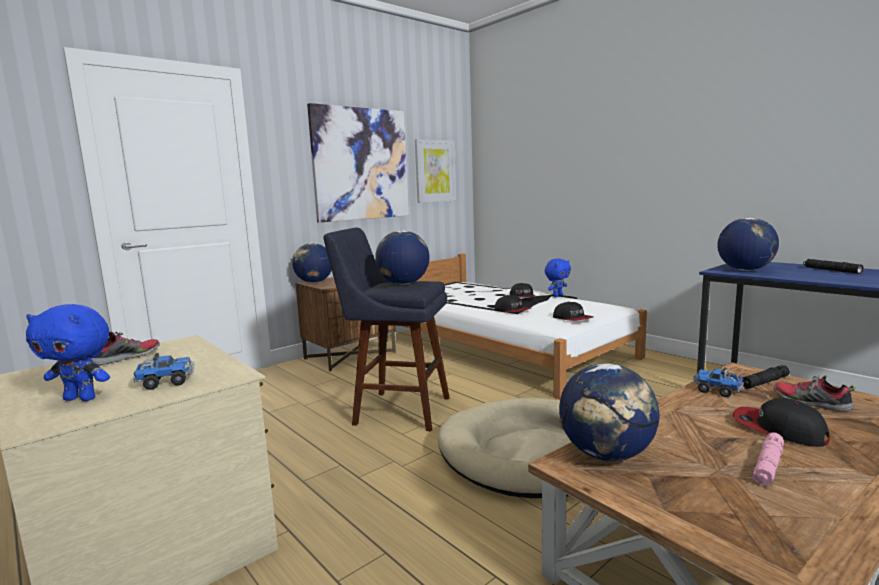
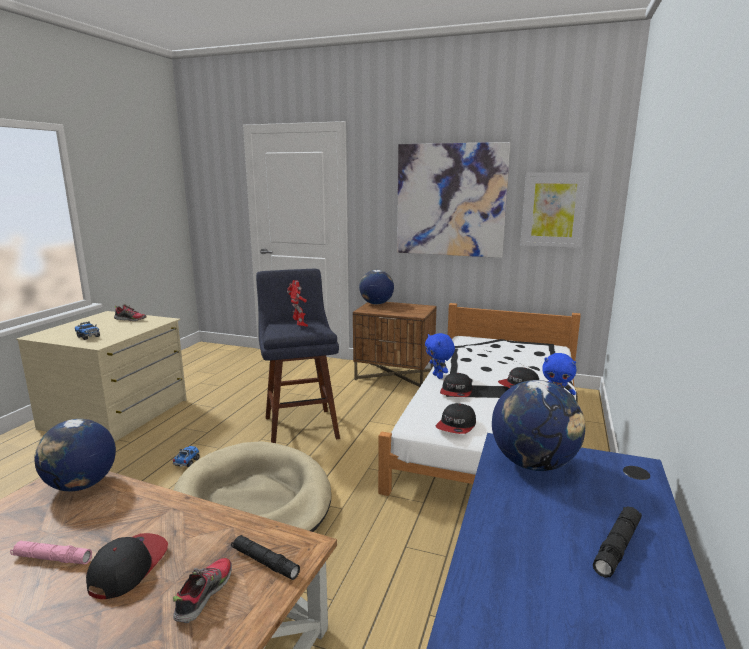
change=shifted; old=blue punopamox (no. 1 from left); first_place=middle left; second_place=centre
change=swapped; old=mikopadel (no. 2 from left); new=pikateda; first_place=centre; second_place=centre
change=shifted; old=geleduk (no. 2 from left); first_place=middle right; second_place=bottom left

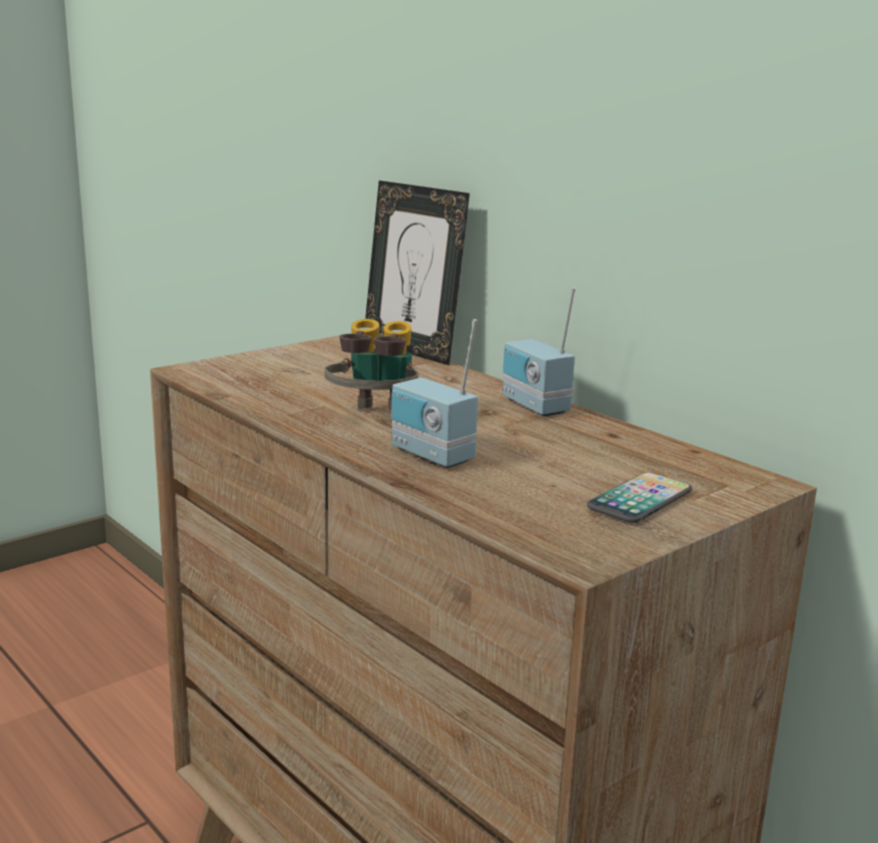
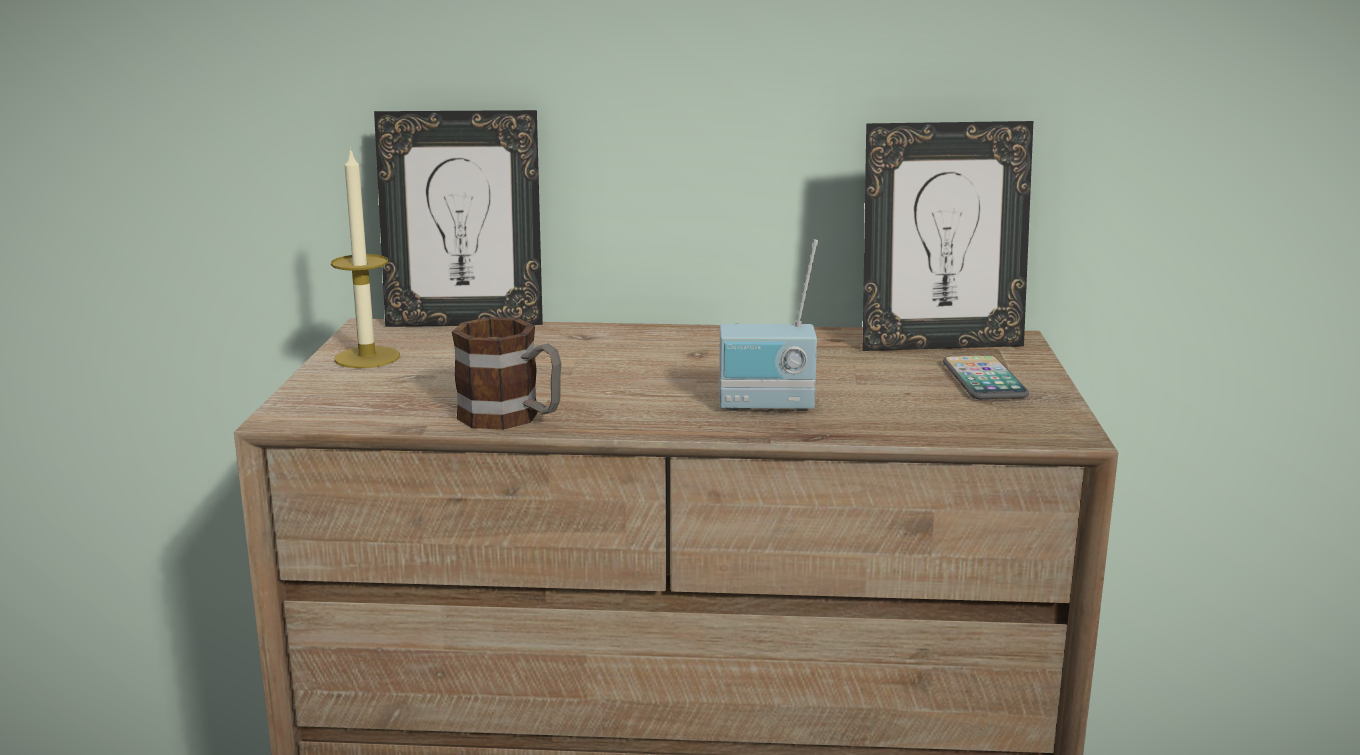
change=gone; old=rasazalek; first_place=centre
change=gone; old=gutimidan (no. 2 from left); first_place=centre
change=new; new=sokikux; second_place=middle left
change=new; new=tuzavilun; second_place=centre
change=new; new=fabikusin (no. 2 from left); second_place=top right

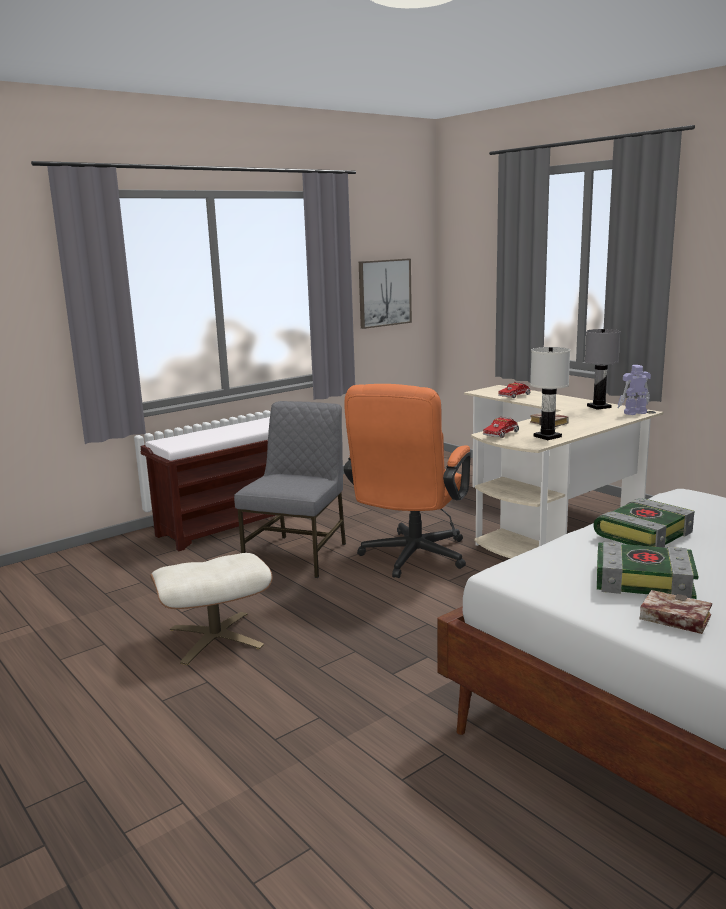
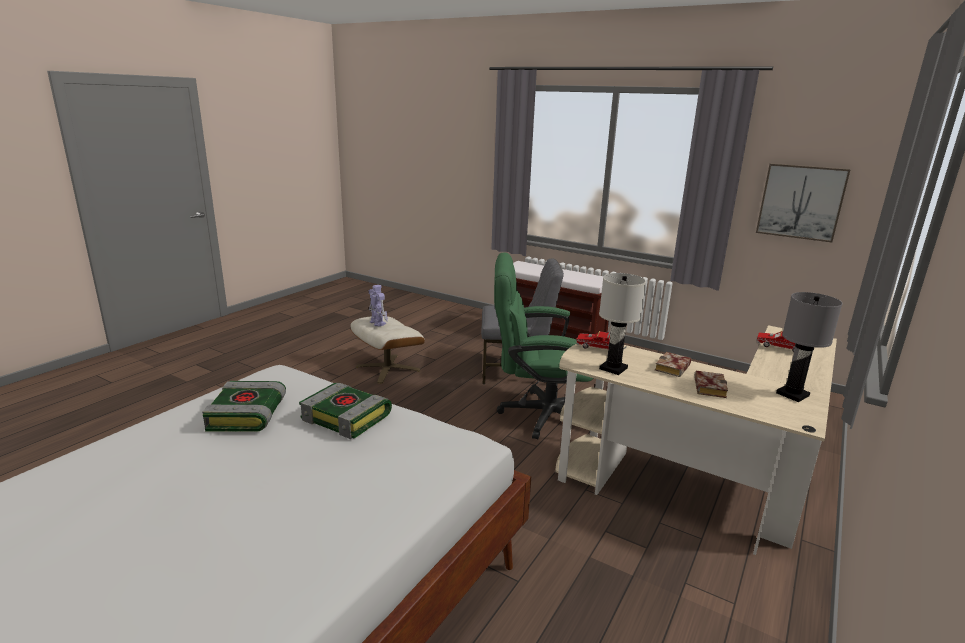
change=repainted; old=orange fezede; new=green fezede; first_place=centre; second_place=centre
change=shifted; old=pikateda; first_place=middle right; second_place=centre
change=shifted; old=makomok (no. 4 from left); first_place=bottom right; second_place=middle right

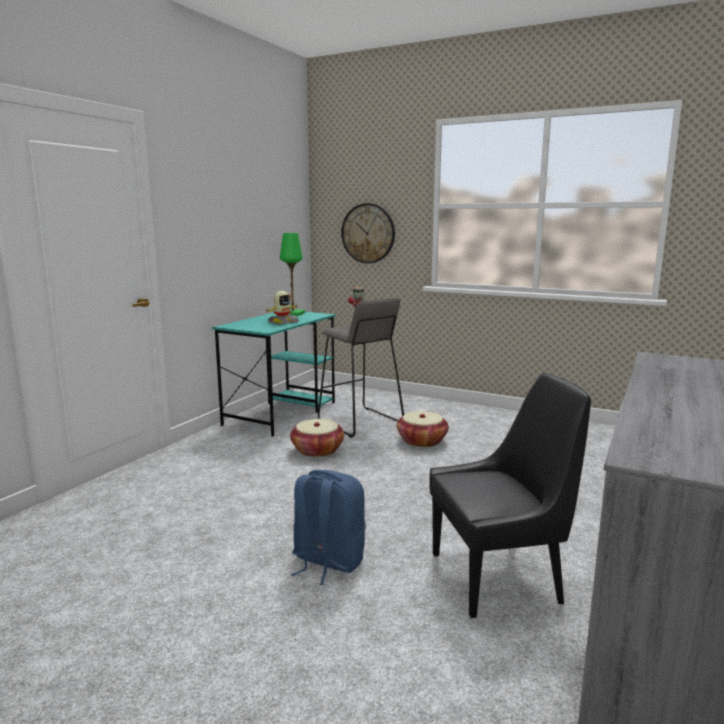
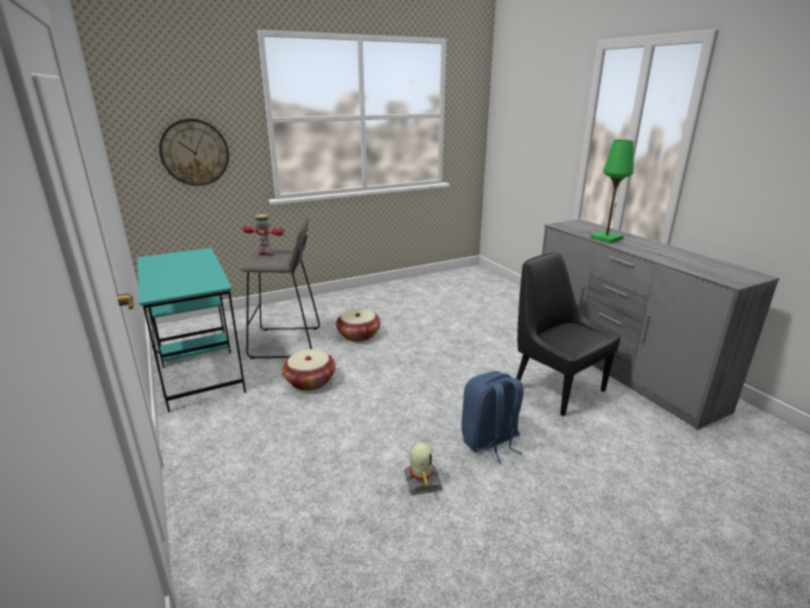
change=shifted; old=pikateda (no. 1 from left in the first image); new=pikateda (no. 2 from left); first_place=centre; second_place=bottom centre
change=shifted; old=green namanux; first_place=centre; second_place=top right
change=rotated; old=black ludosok; first_place=bottom right; second_place=middle right; degrees=-60

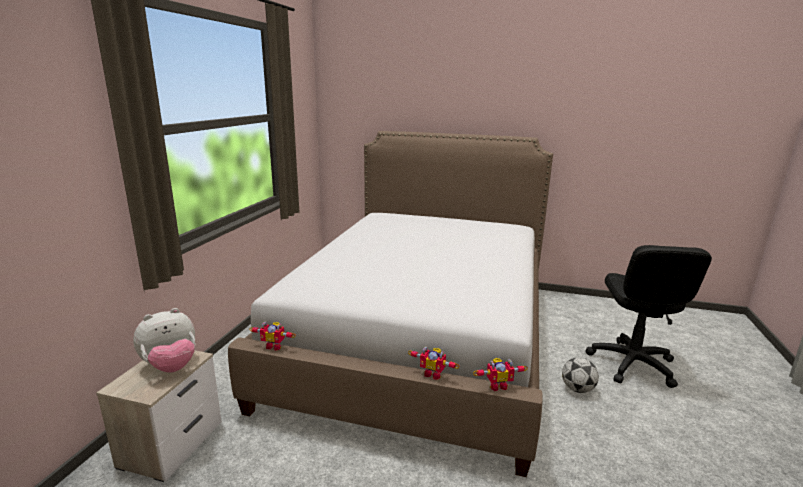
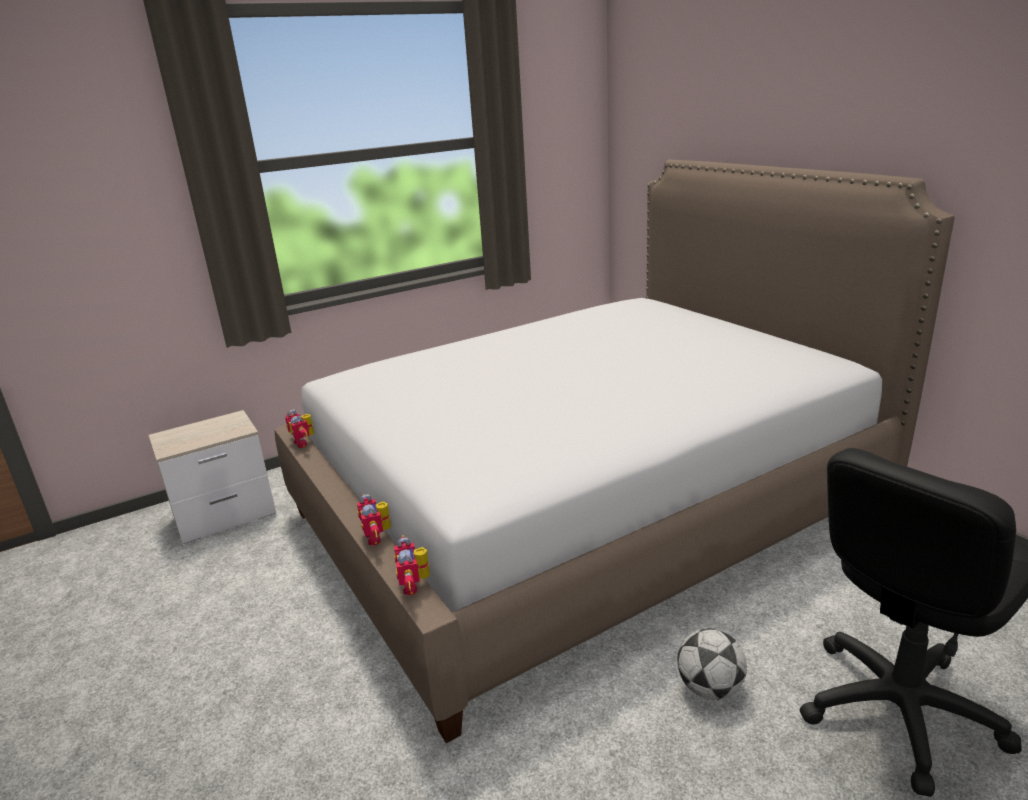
change=gone; old=punopamox; first_place=bottom left
change=rotated; old=pikateda (no. 3 from left); first_place=bottom centre; second_place=bottom centre; degrees=45

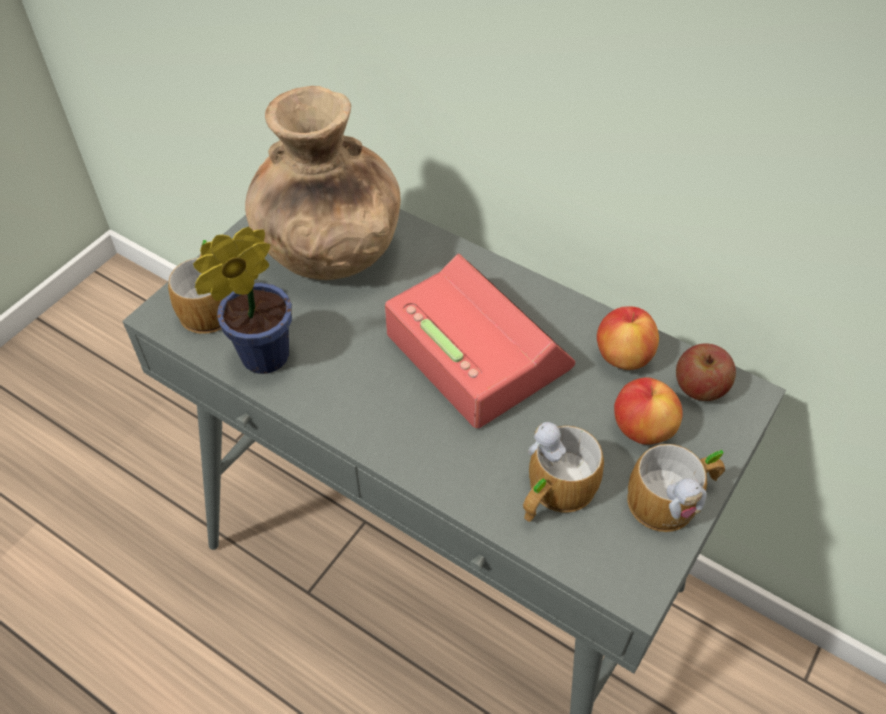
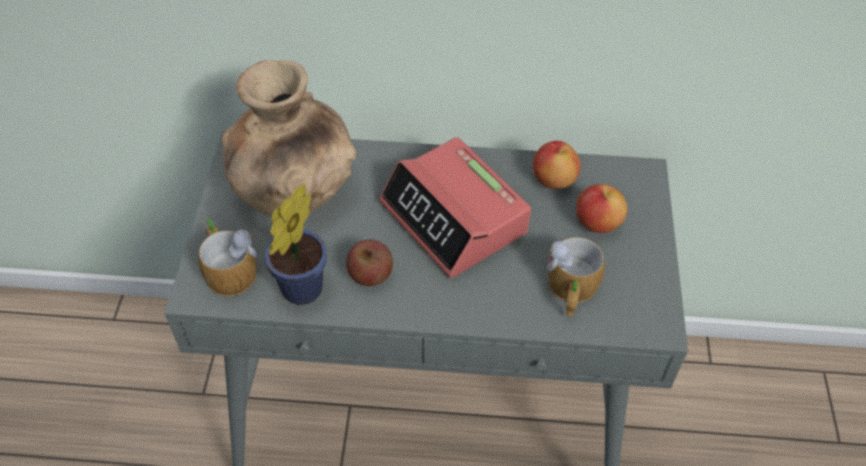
change=rotated; old=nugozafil; first_place=centre; second_place=centre; degrees=-150
change=gone; old=tuzavilun (no. 3 from left); first_place=bottom right
change=shifted; old=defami (no. 3 from left in the first image); new=defami (no. 1 from left); first_place=middle right; second_place=centre

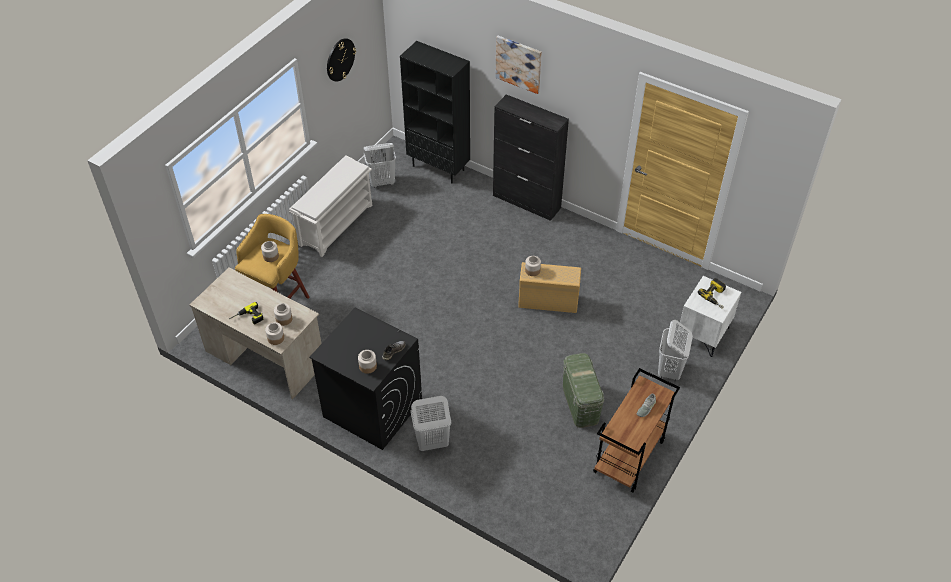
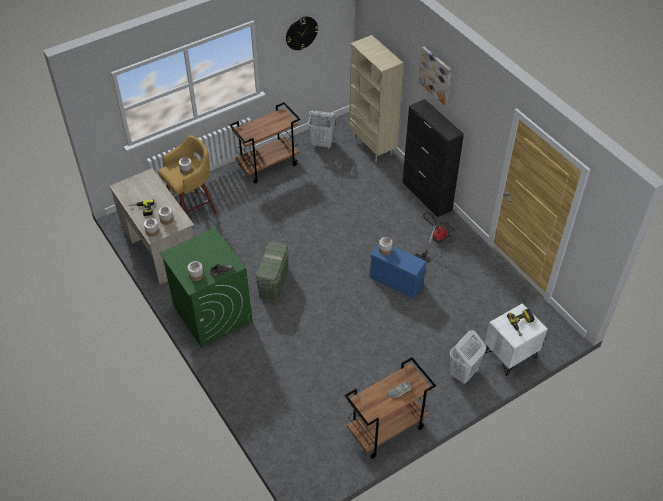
change=swapped; old=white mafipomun; new=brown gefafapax (no. 1 from left); first_place=centre; second_place=top centre
change=repainted; old=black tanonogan; new=green tanonogan; first_place=centre; second_place=middle left
change=repainted; old=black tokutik; new=beige tokutik; first_place=top centre; second_place=top centre
change=gone; old=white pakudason (no. 2 from left); first_place=bottom centre
change=repainted; old=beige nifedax; new=blue nifedax; first_place=centre; second_place=centre
change=shifted; old=green nifedax; first_place=bottom centre; second_place=centre
change=new; new=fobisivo; second_place=centre

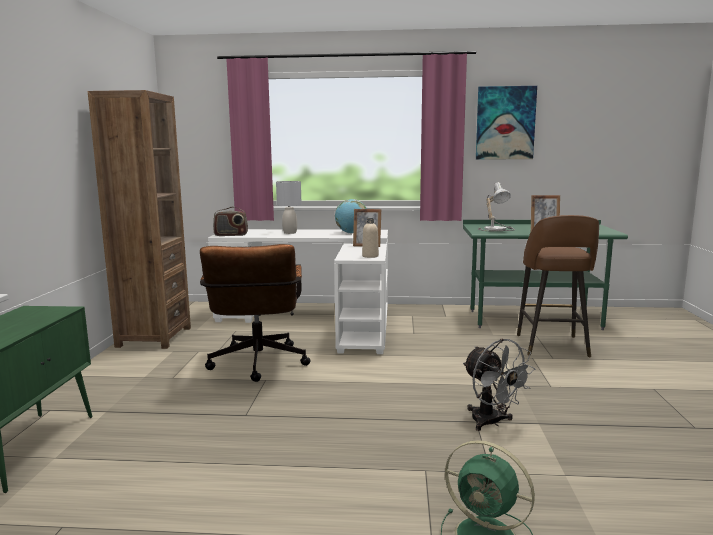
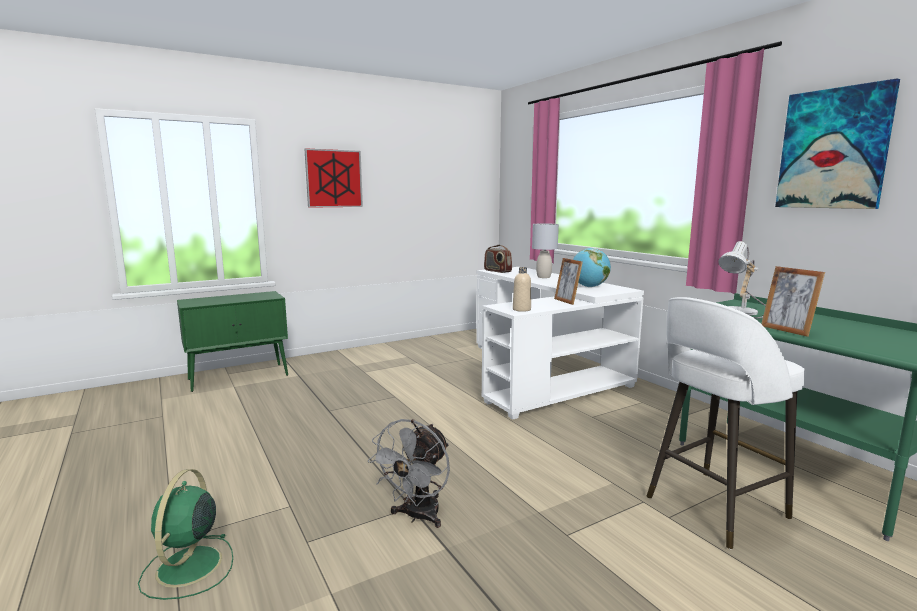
change=gone; old=brown tokutik; first_place=middle left
change=gone; old=brown fezede; first_place=centre
change=repainted; old=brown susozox; new=white susozox; first_place=middle right; second_place=bottom right
change=new; new=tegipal (no. 1 from left); second_place=top centre

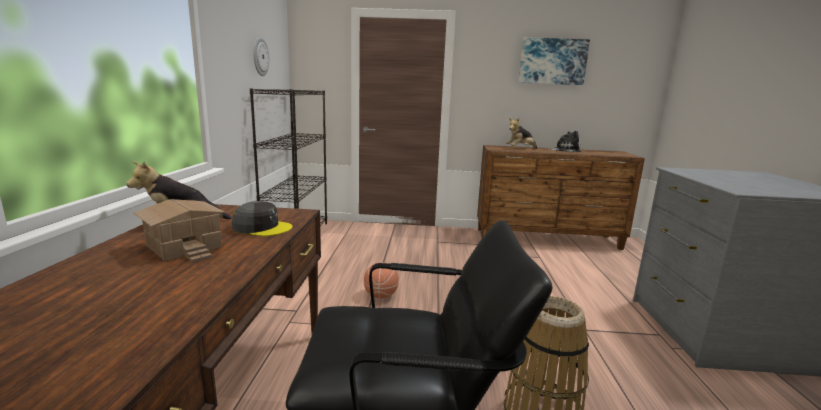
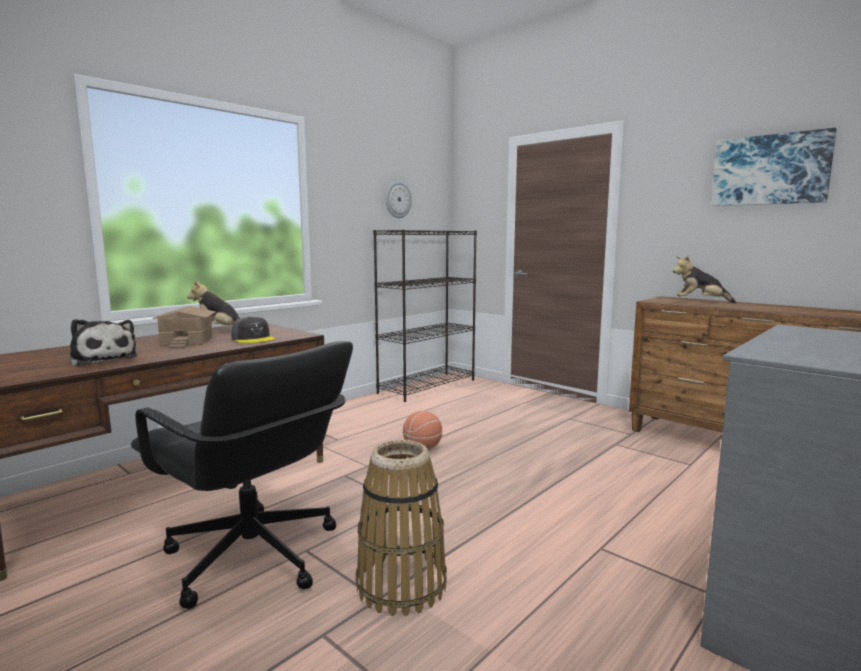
change=shifted; old=punopamox (no. 3 from left in the first image); new=punopamox (no. 1 from left); first_place=middle right; second_place=middle left

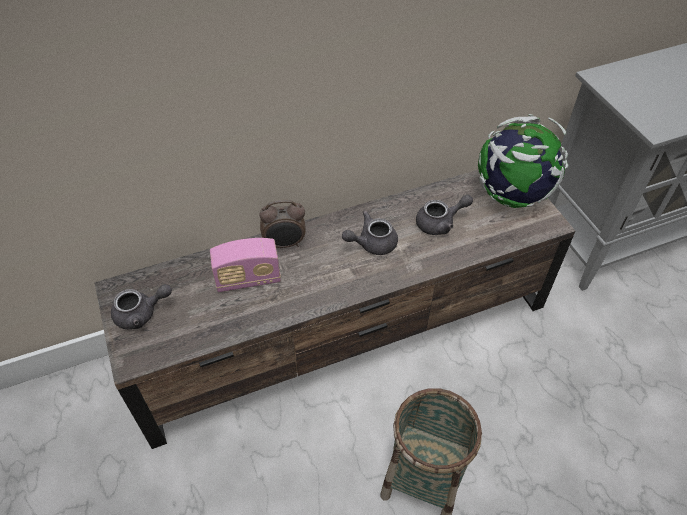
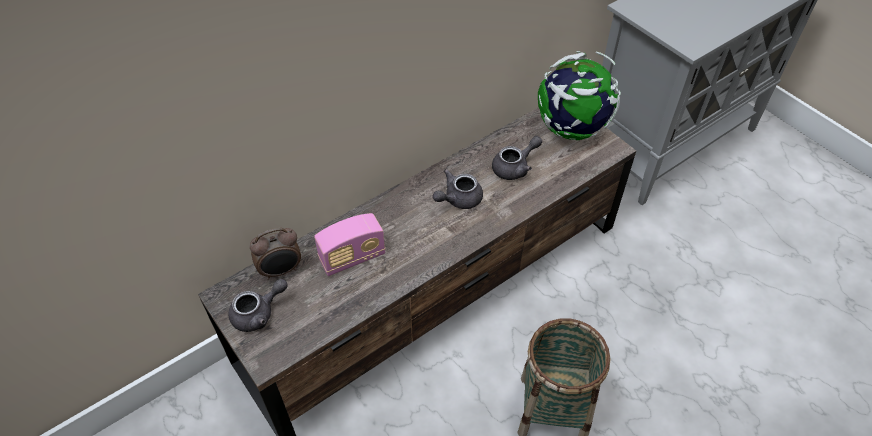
change=shifted; old=nugozafil; first_place=centre; second_place=middle left

